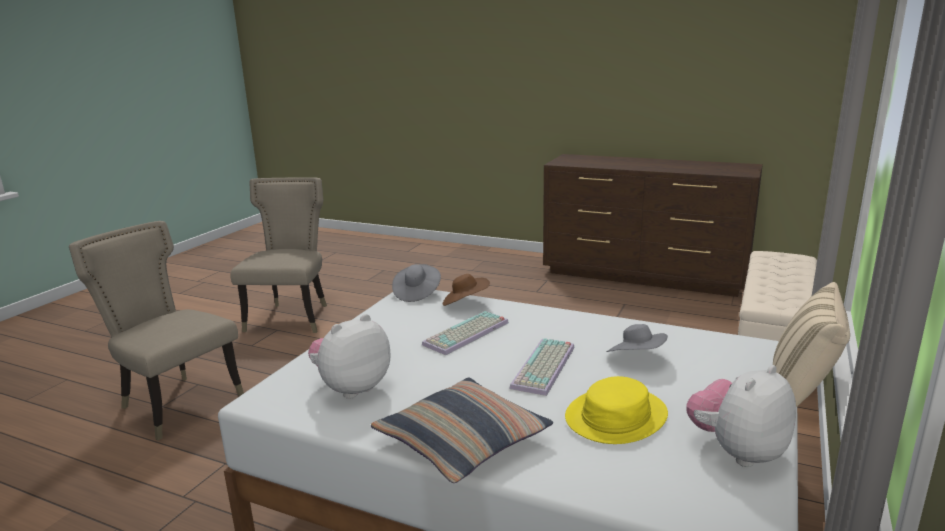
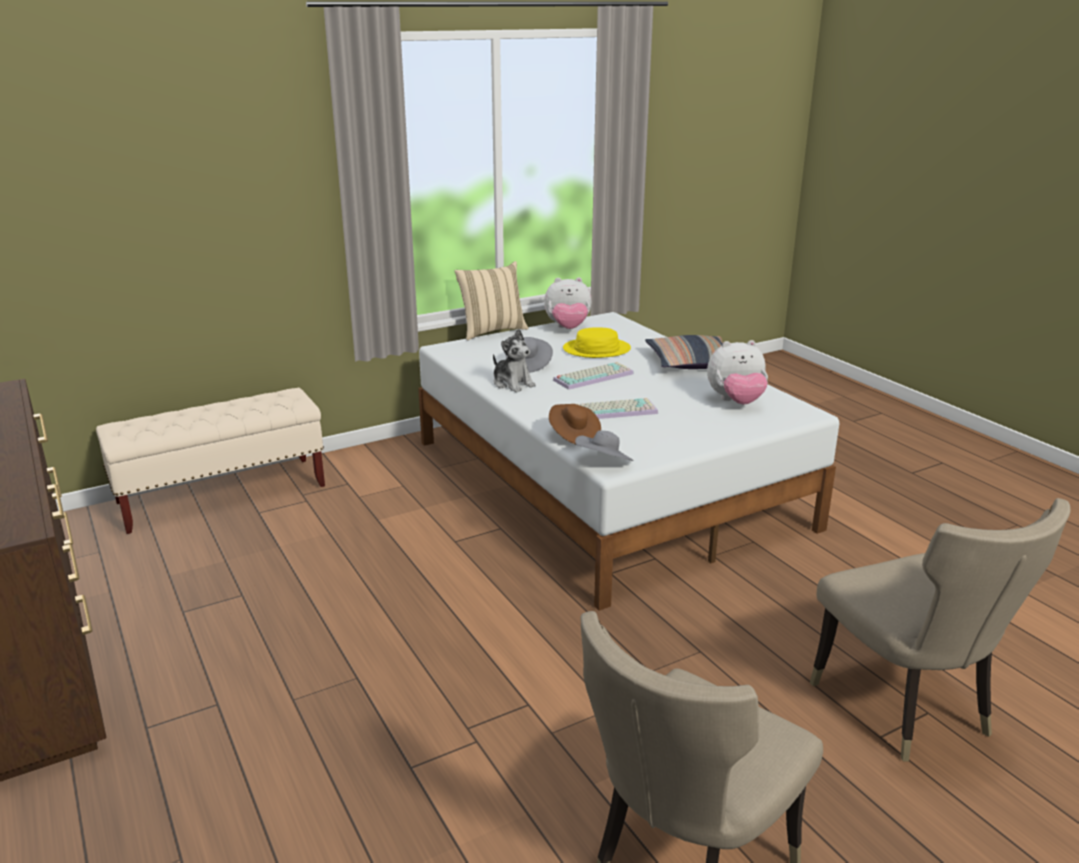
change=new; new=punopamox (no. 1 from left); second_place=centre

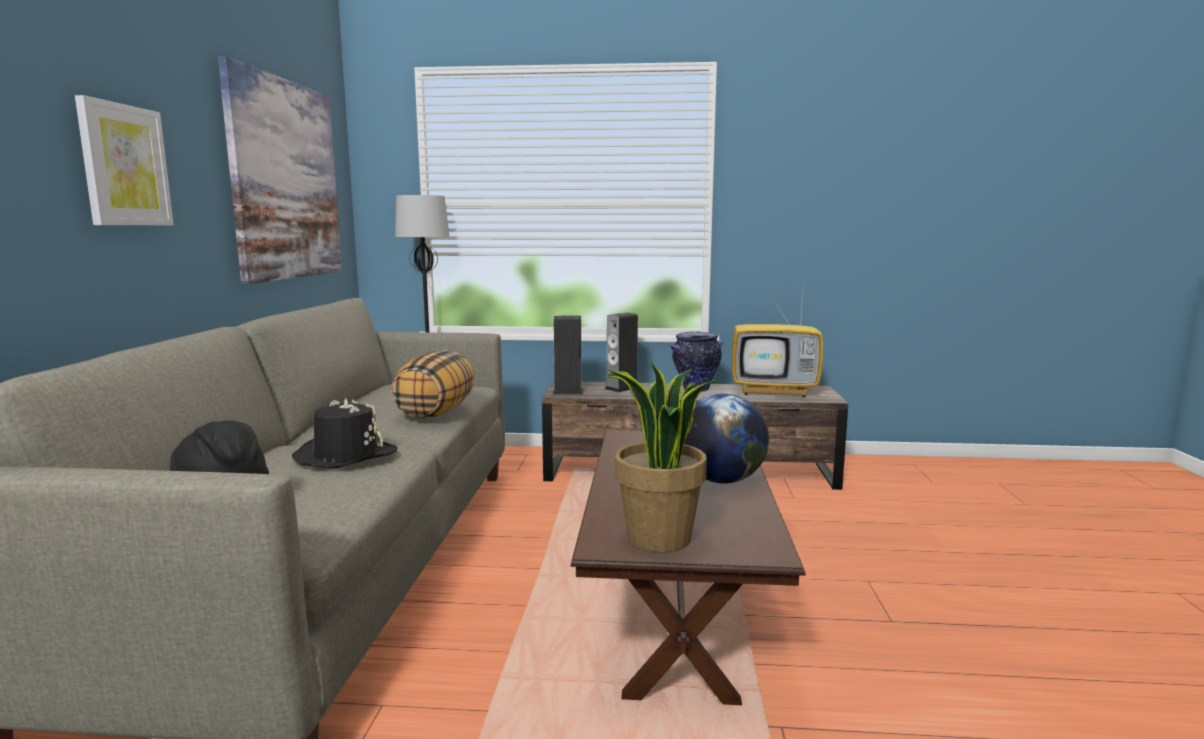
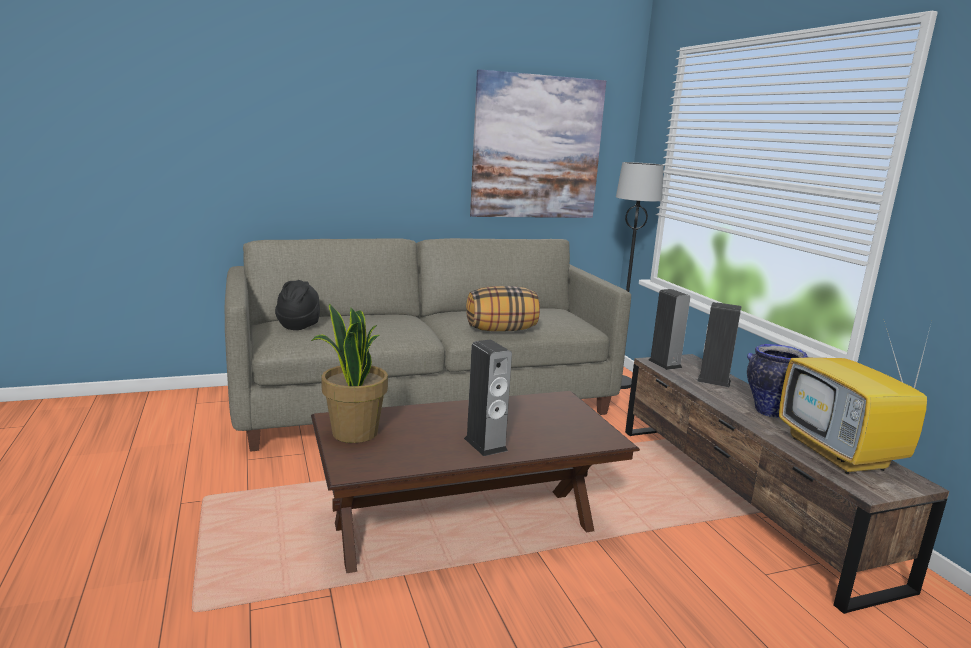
change=gone; old=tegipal (no. 1 from left); first_place=top left
change=gone; old=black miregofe (no. 2 from left); first_place=middle left
change=swapped; old=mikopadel; new=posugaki (no. 1 from left); first_place=centre; second_place=centre

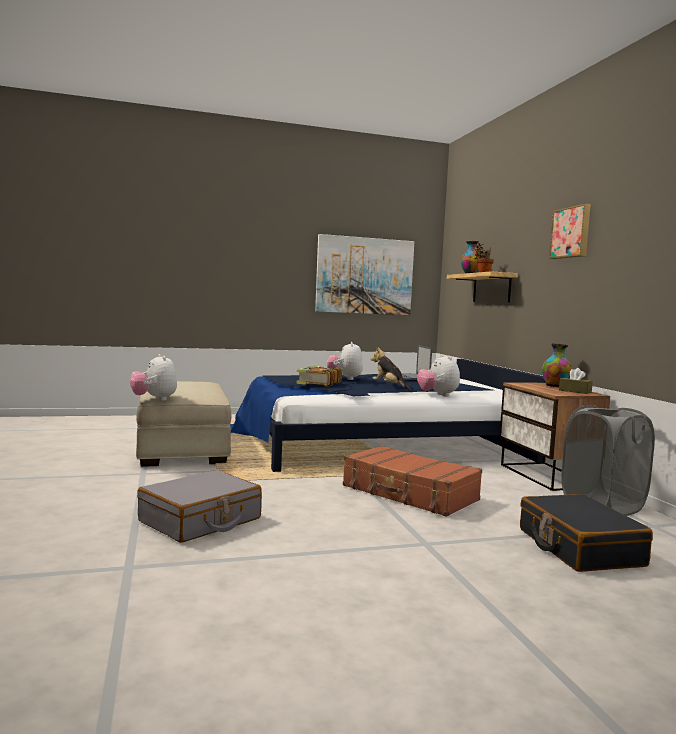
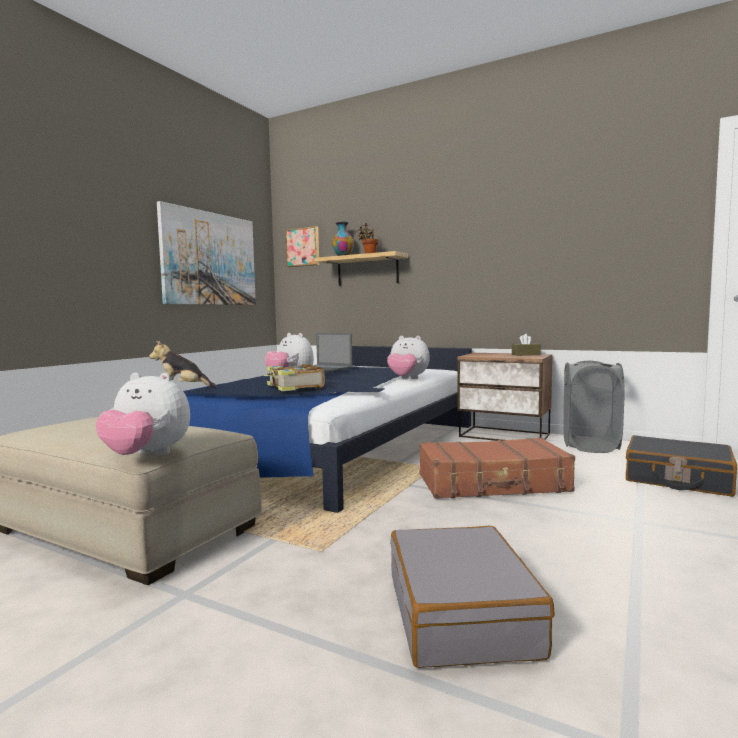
change=shifted; old=punopamox (no. 3 from left in the first image); new=punopamox (no. 2 from left); first_place=centre; second_place=middle left
change=gone; old=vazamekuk (no. 2 from left); first_place=middle right
change=shifted; old=tegipal (no. 2 from left); first_place=top right; second_place=centre

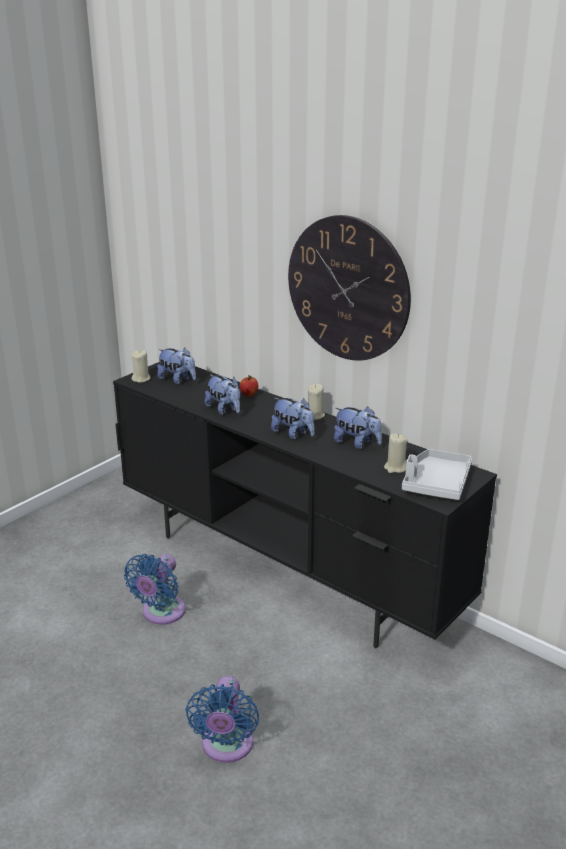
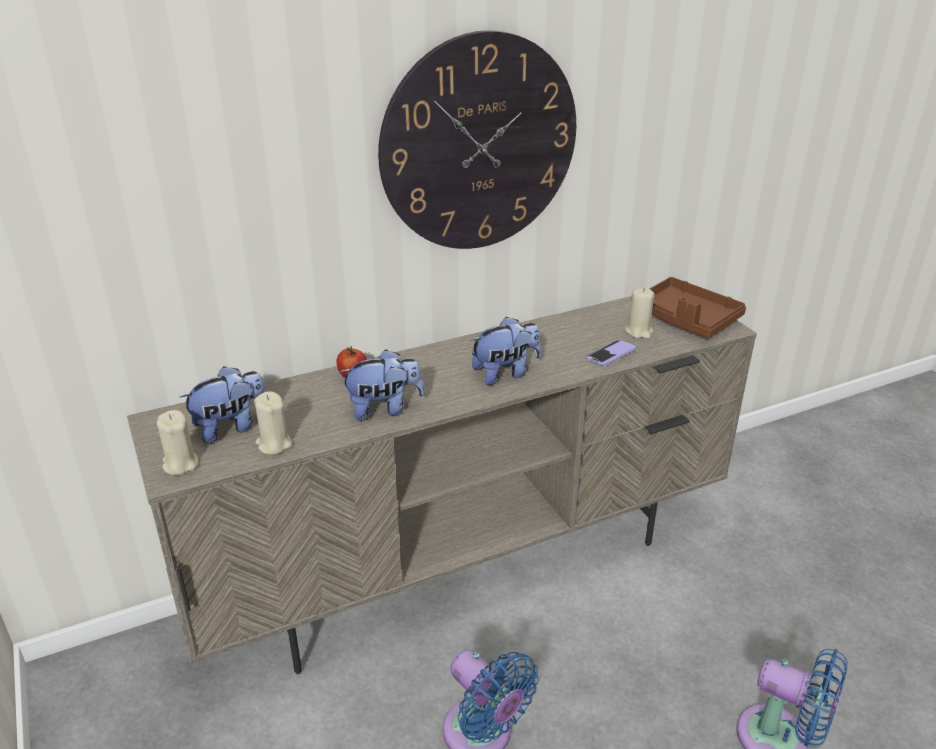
change=repainted; old=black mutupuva; new=beige mutupuva; first_place=centre; second_place=centre
change=shifted; old=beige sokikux (no. 2 from left); first_place=centre; second_place=middle left
change=gone; old=punopamox (no. 4 from left); first_place=centre
change=repainted; old=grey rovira; new=brown rovira; first_place=middle right; second_place=middle right
change=new; new=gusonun; second_place=centre

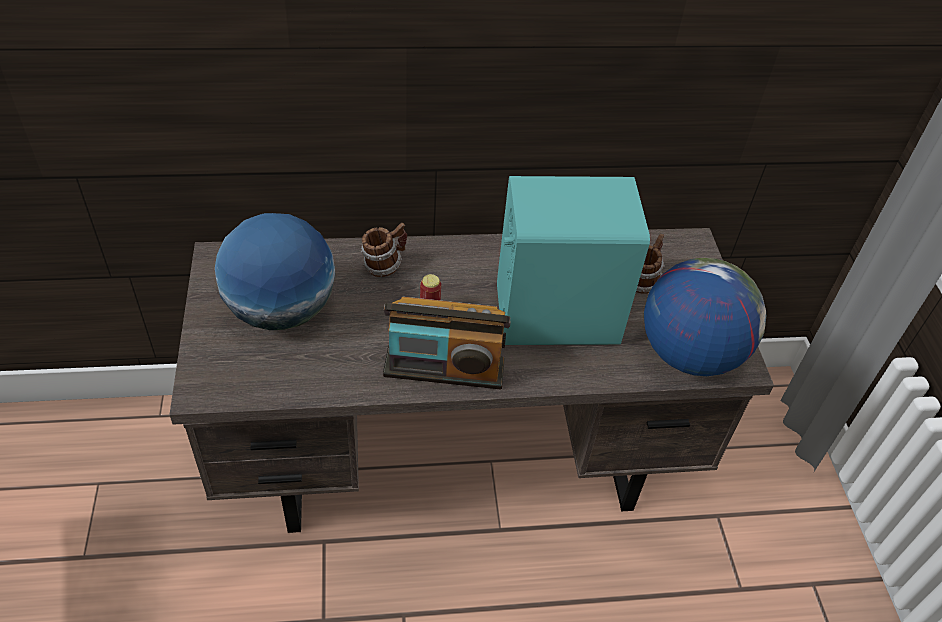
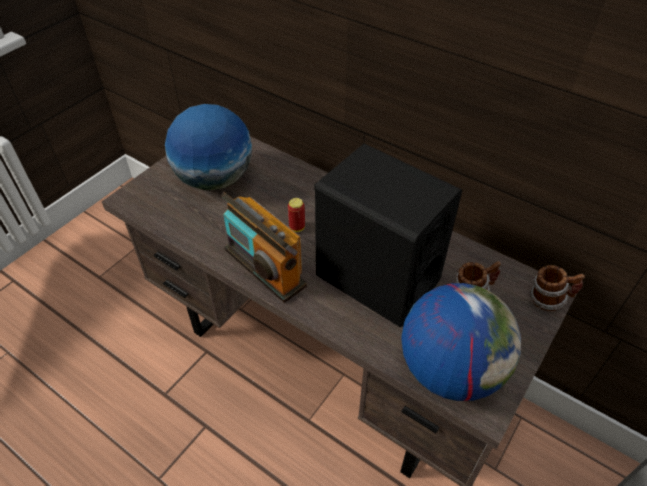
change=shifted; old=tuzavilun (no. 1 from left in the first image); new=tuzavilun (no. 2 from left); first_place=centre; second_place=middle right
change=repainted; old=turquoise posugaki; new=black posugaki; first_place=centre; second_place=centre

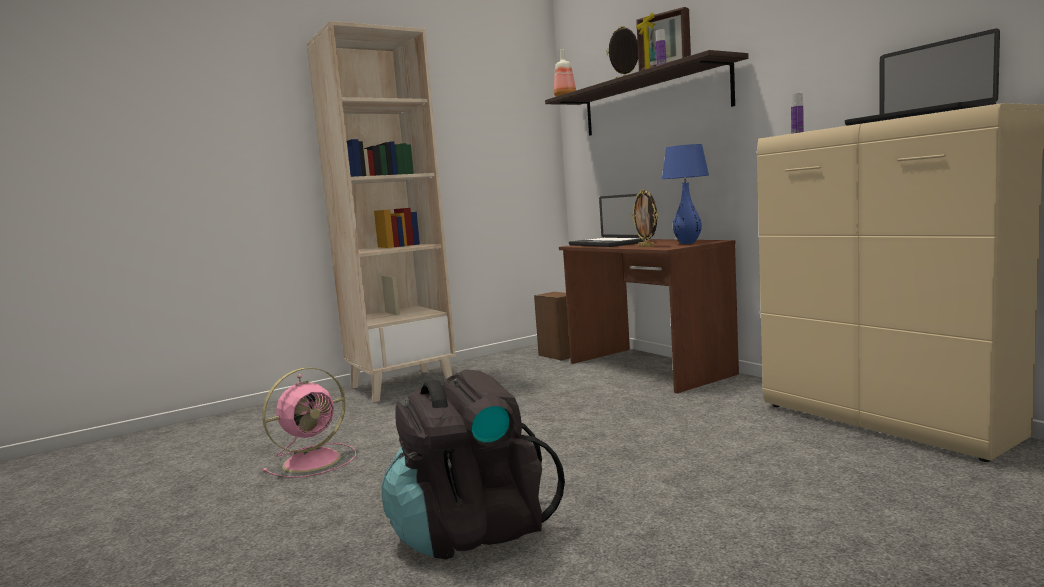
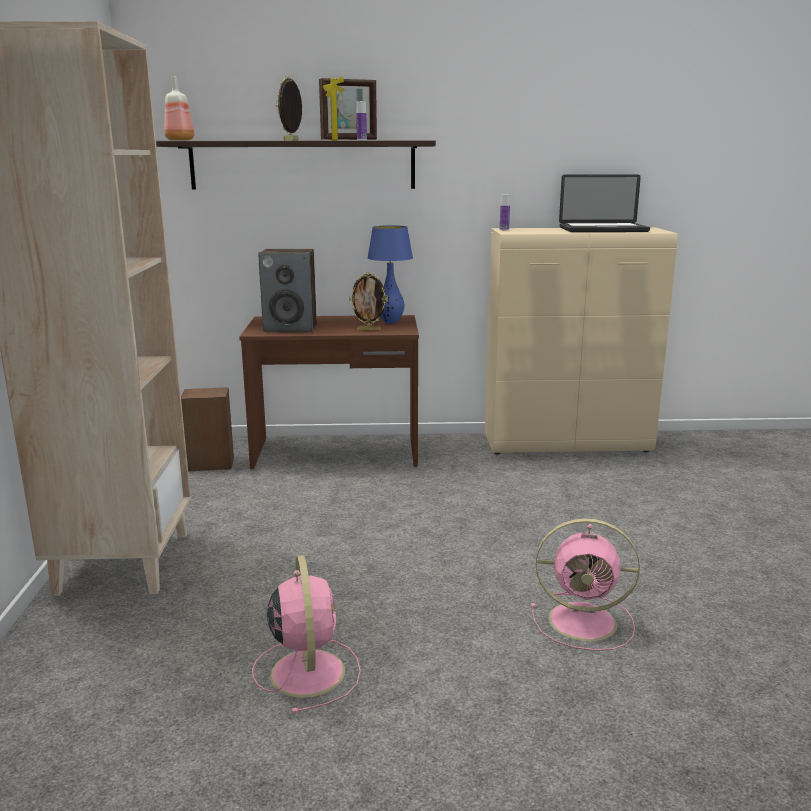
change=swapped; old=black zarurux; new=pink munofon (no. 2 from left); first_place=bottom centre; second_place=bottom right
change=swapped; old=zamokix (no. 1 from left); new=posugaki (no. 2 from left); first_place=centre; second_place=centre

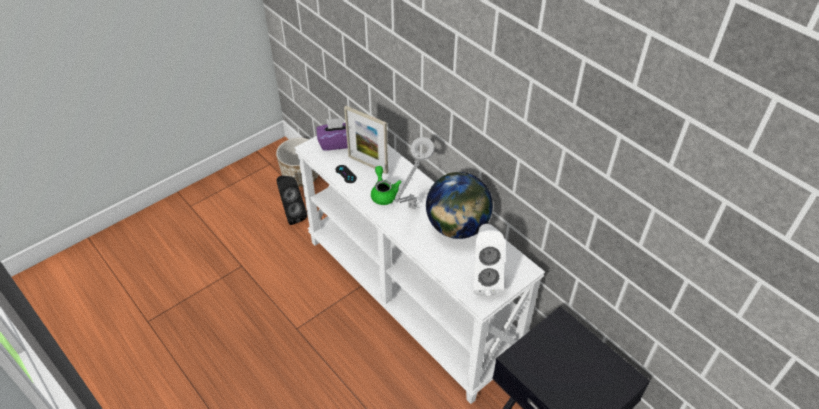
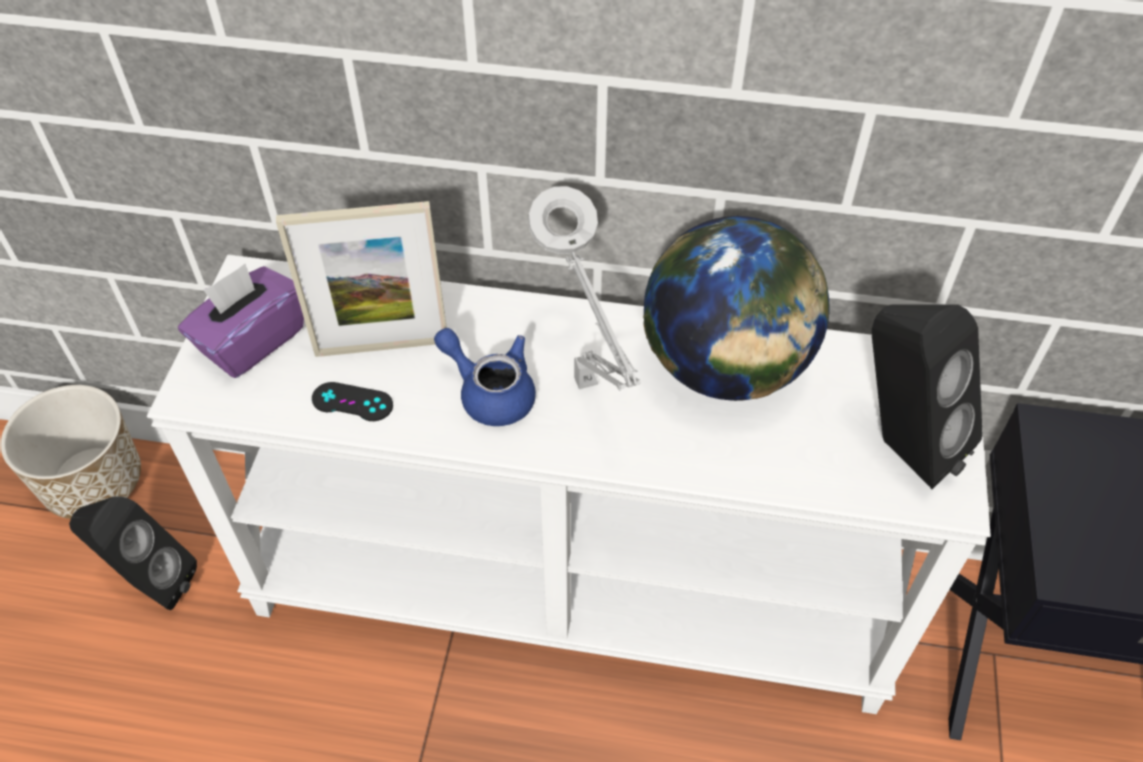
change=repainted; old=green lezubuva; new=blue lezubuva; first_place=centre; second_place=centre
change=repainted; old=white posugaki; new=black posugaki (no. 2 from left); first_place=centre; second_place=middle right

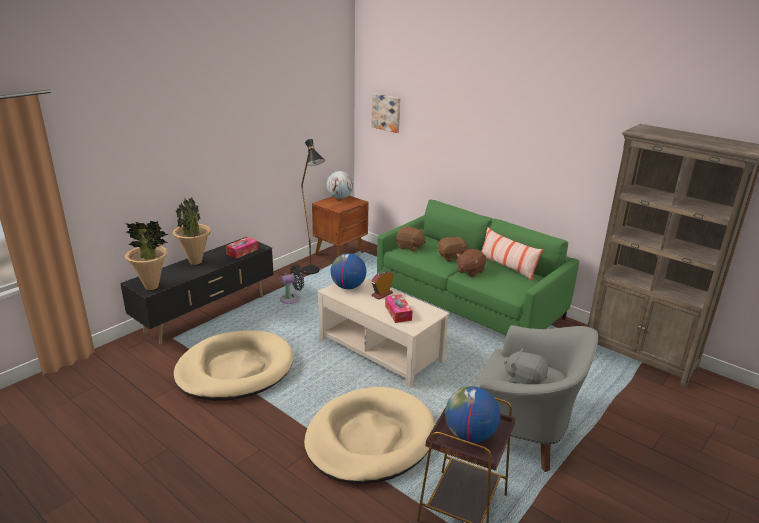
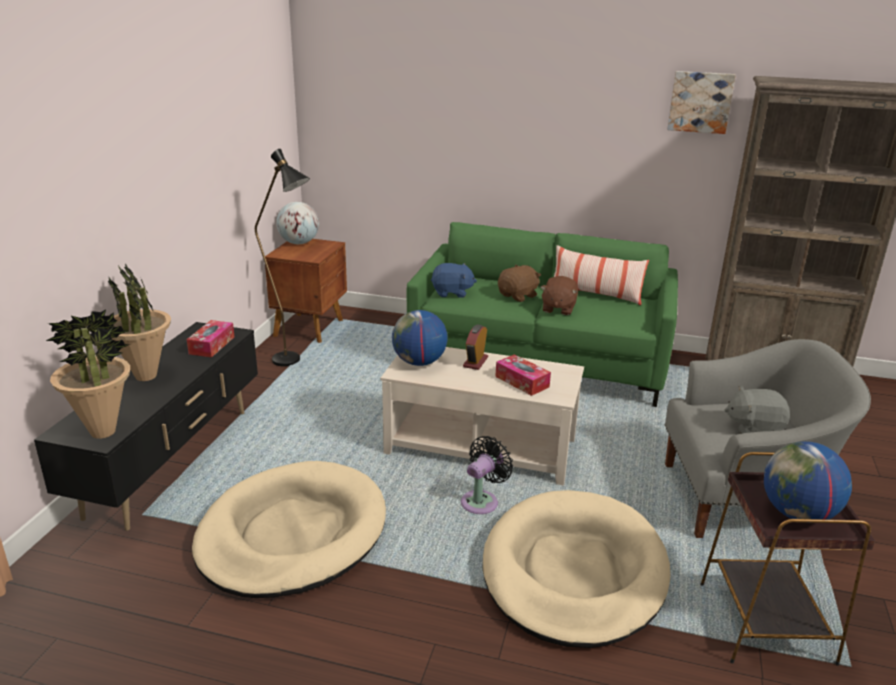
change=shifted; old=black munofon; first_place=centre; second_place=bottom centre
change=shifted; old=tegipal; first_place=top centre; second_place=top right
change=repainted; old=brown punopamox (no. 1 from left); new=blue punopamox; first_place=centre; second_place=centre

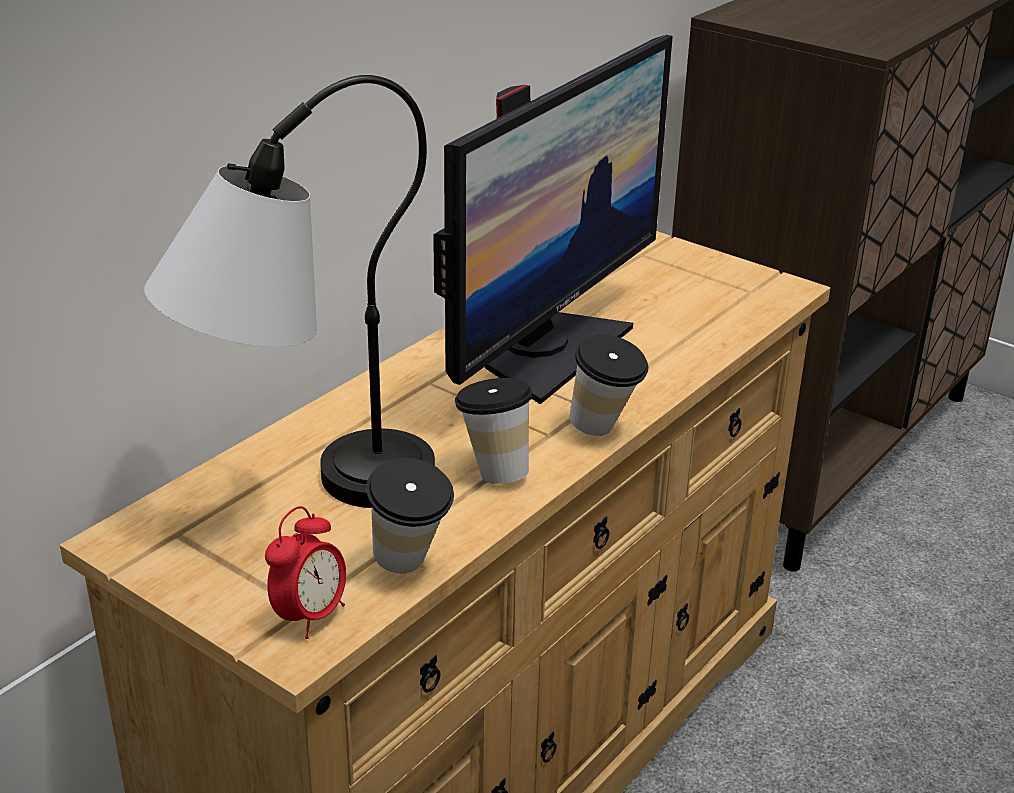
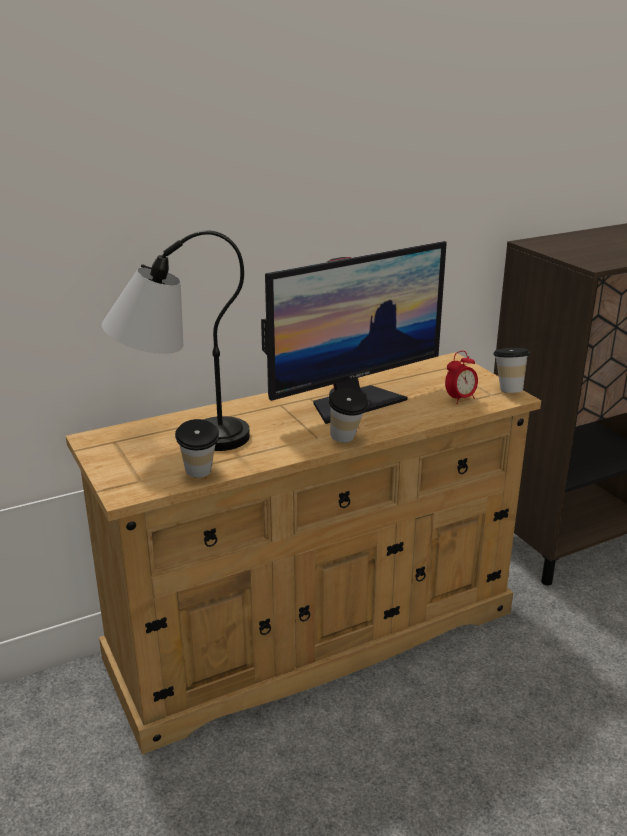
change=shifted; old=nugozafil; first_place=bottom left; second_place=middle right
change=shifted; old=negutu (no. 2 from left in the first image); new=negutu (no. 3 from left); first_place=centre; second_place=middle right

